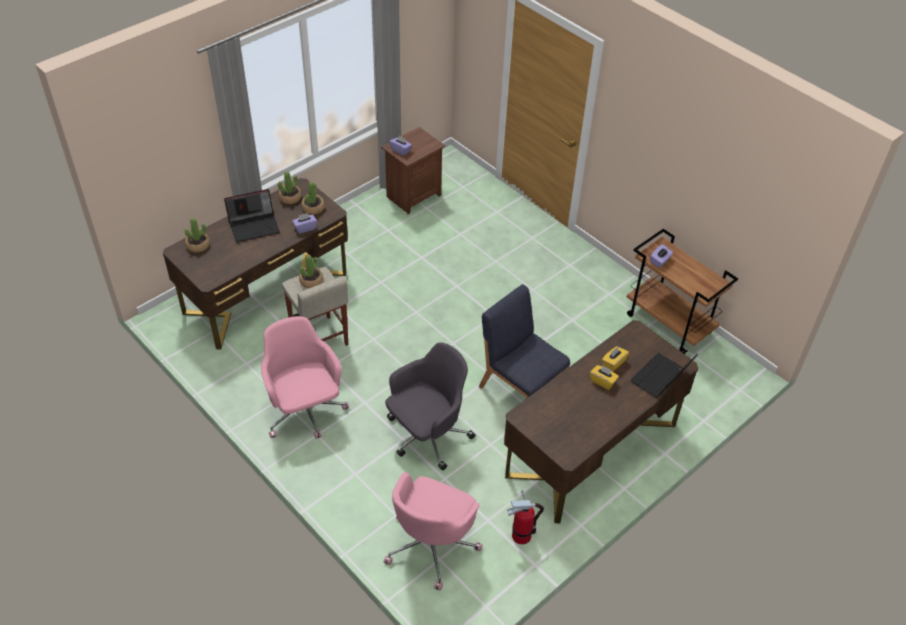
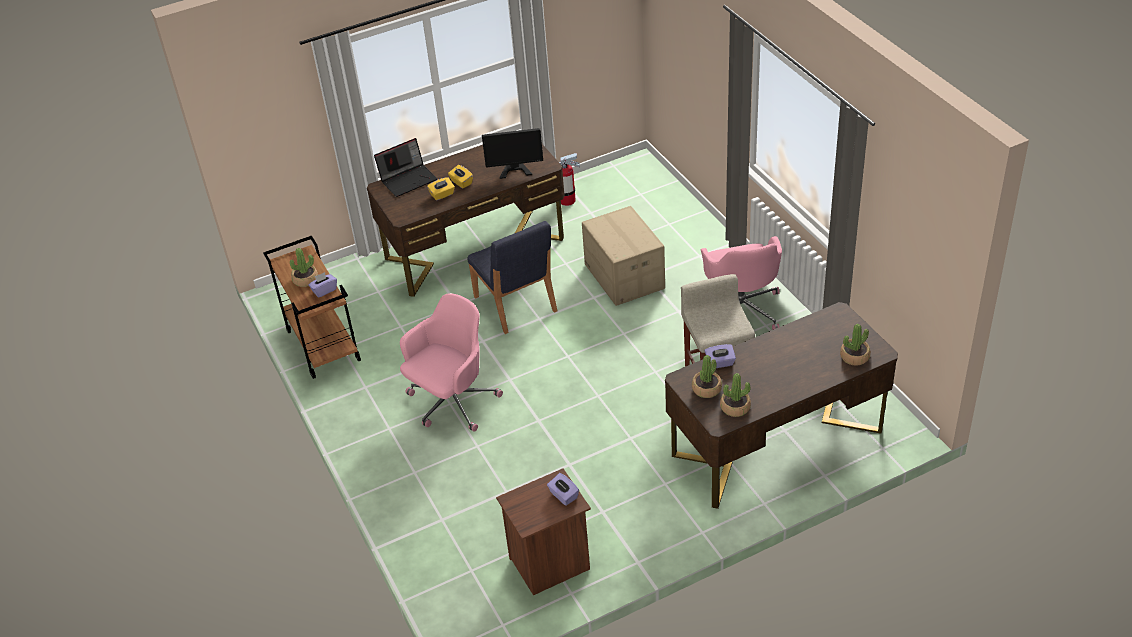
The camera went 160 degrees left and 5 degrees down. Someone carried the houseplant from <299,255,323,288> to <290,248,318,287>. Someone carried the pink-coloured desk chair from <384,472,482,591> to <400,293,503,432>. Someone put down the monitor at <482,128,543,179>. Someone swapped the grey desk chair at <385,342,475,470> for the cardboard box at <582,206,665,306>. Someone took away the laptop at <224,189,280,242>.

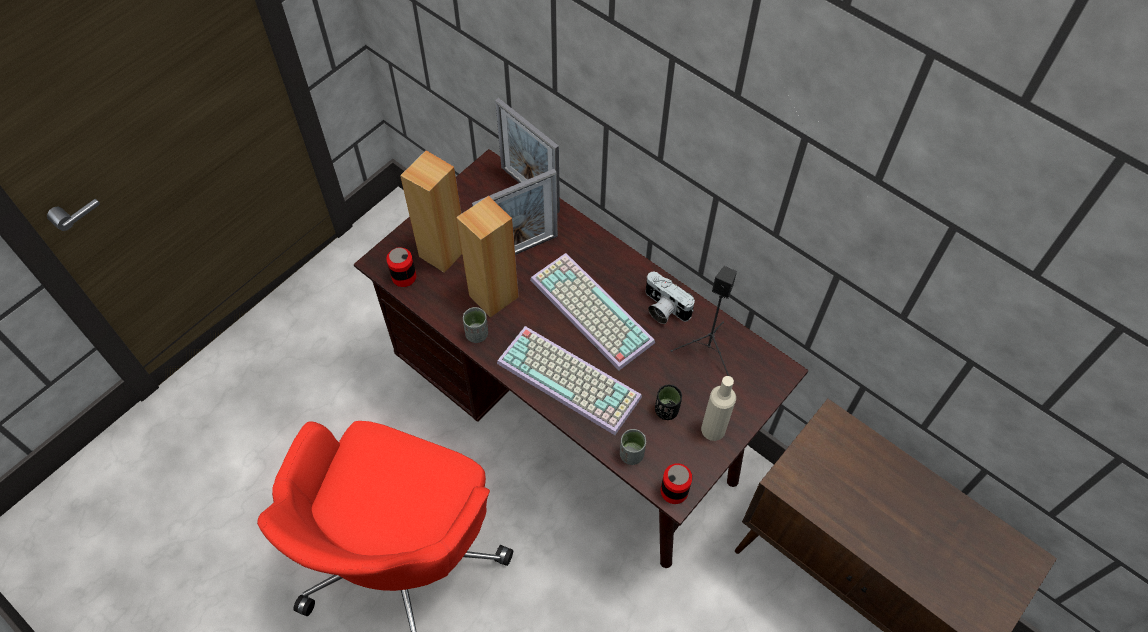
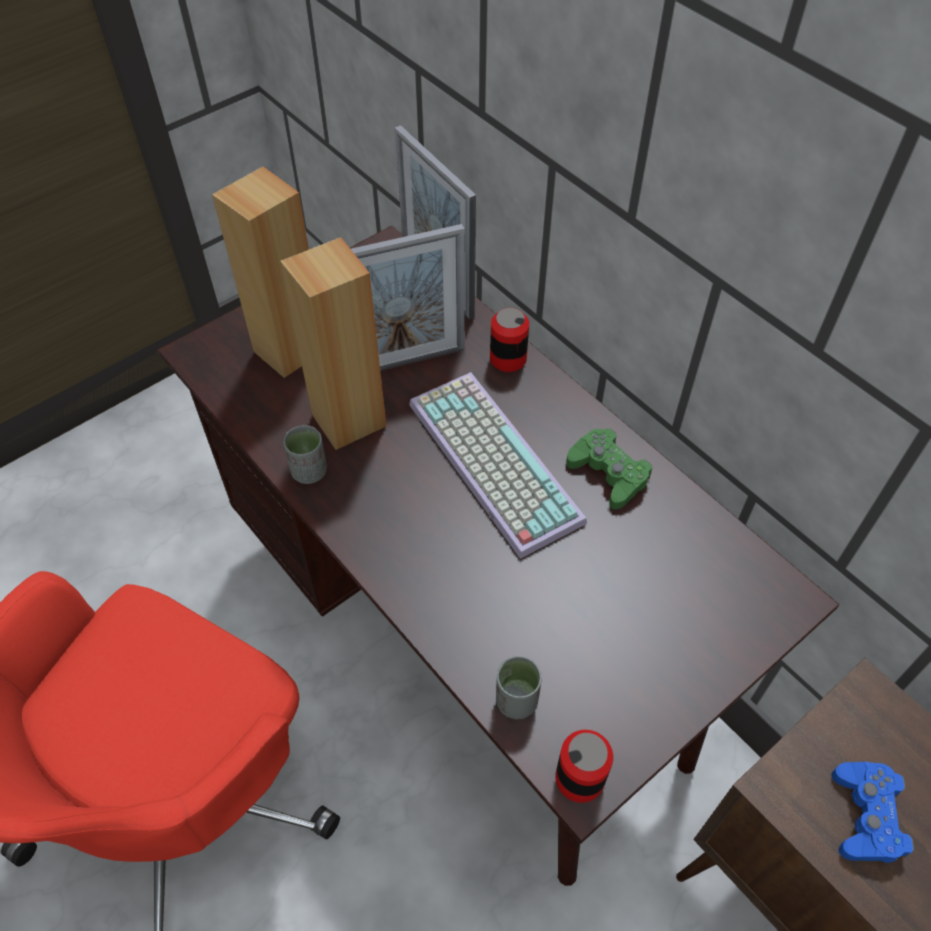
The camera went 10 degrees right and 5 degrees down. Someone carried the sealed can from <386,248,416,287> to <490,308,529,372>. Someone swapped the still camera at <646,272,695,324> for the green-coloured joypad at <566,428,652,509>. Someone put down the blue-coloured joypad at <831,762,914,863>. Someone took away the PC keyboard at <497,326,642,435>. Someone took away the black cup at <655,384,682,420>. Someone took away the black speaker at <671,266,737,376>. Someone took away the sand-coloured beverage bottle at <701,376,736,441>.

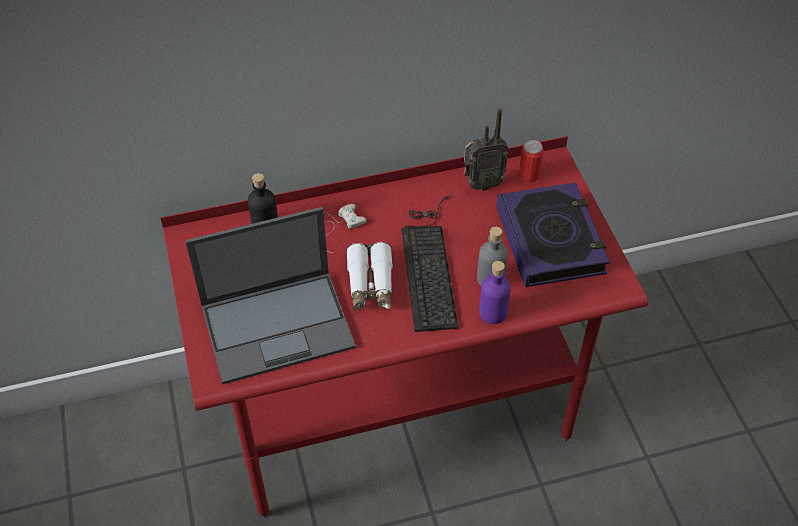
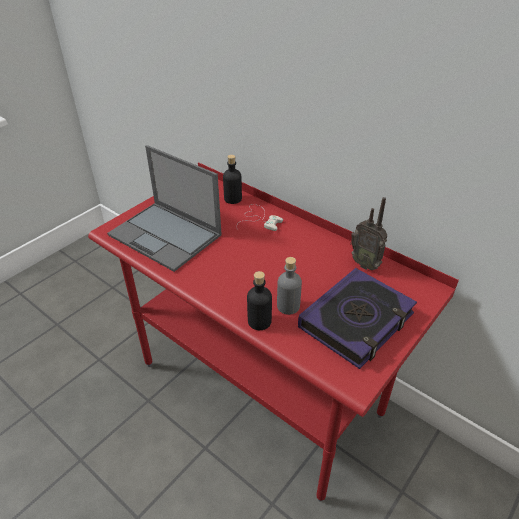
The camera went 55 degrees right and 10 degrees down. Someone repainted the purplish beverage bottle at <479,261,511,324>, which became the black beverage bottle at <247,271,272,330>. Someone took away the white-coloured field glasses at <346,242,393,311>. Someone took away the PC keyboard at <402,195,458,332>. Someone took away the sealed can at <519,140,544,183>.

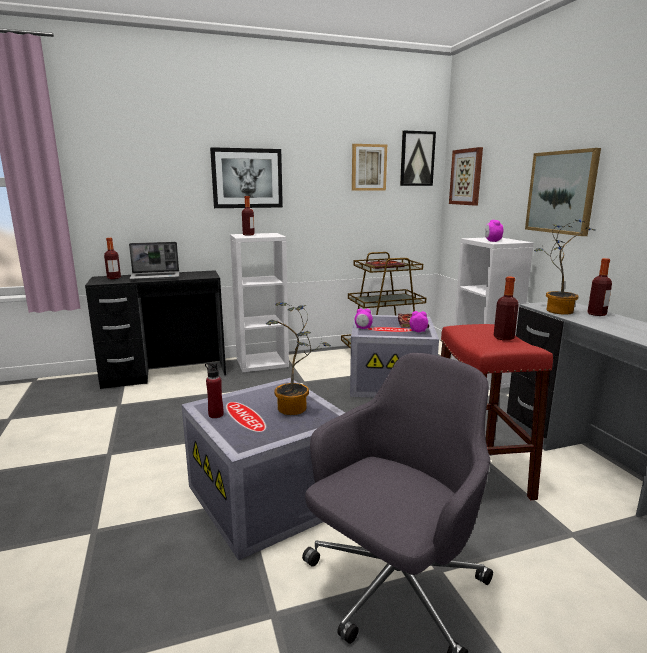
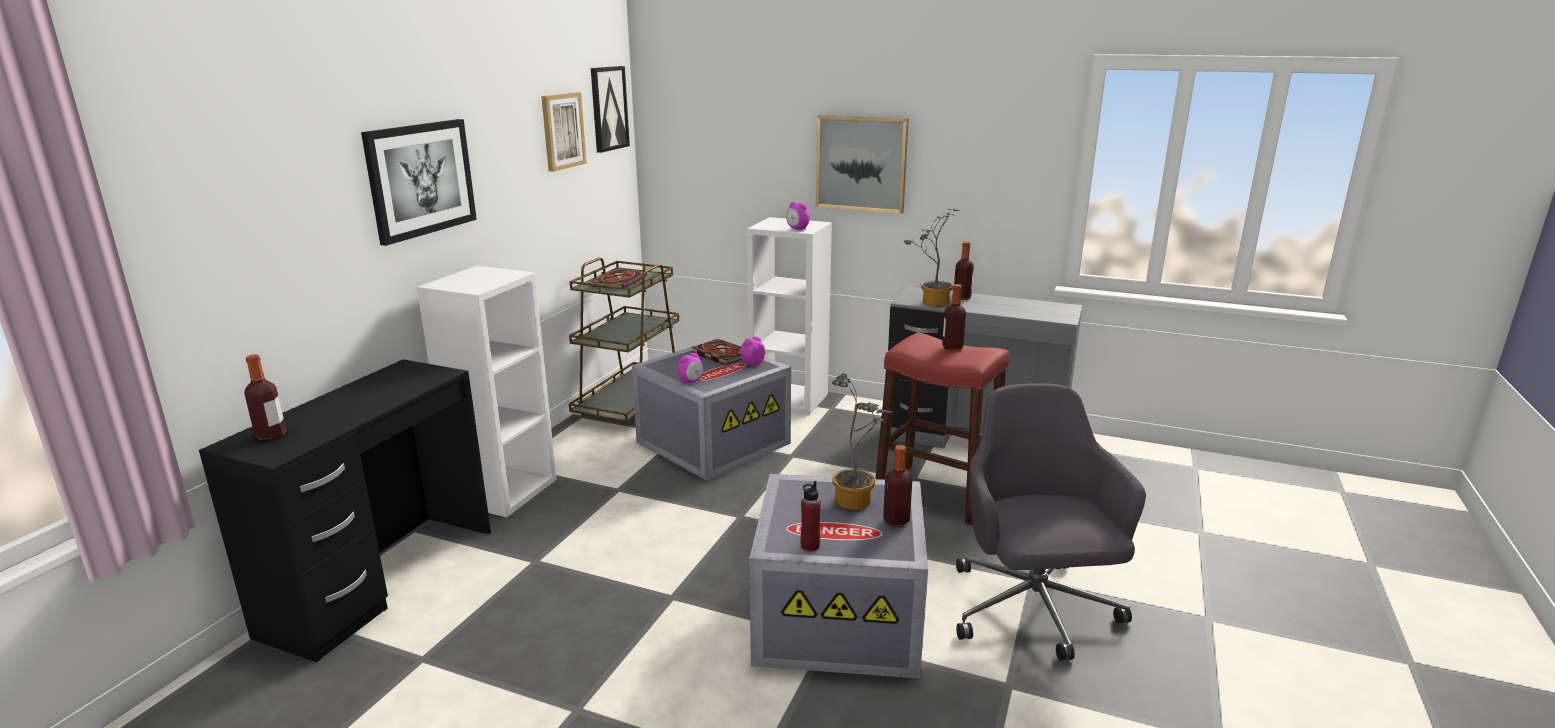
The camera went 50 degrees left and 5 degrees up. Someone carried the beverage bottle from <242,196,255,235> to <883,445,912,527>. Someone took away the laptop at <129,242,179,280>. Someone took away the picture at <449,147,483,205>.

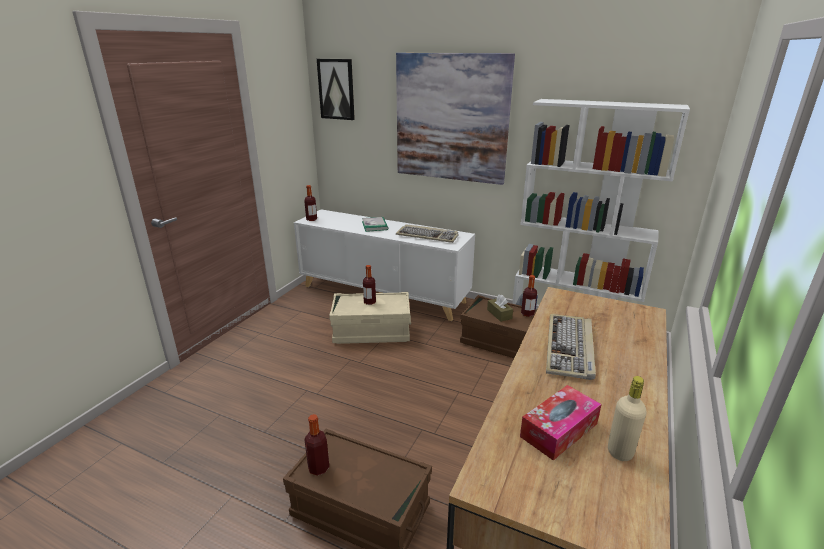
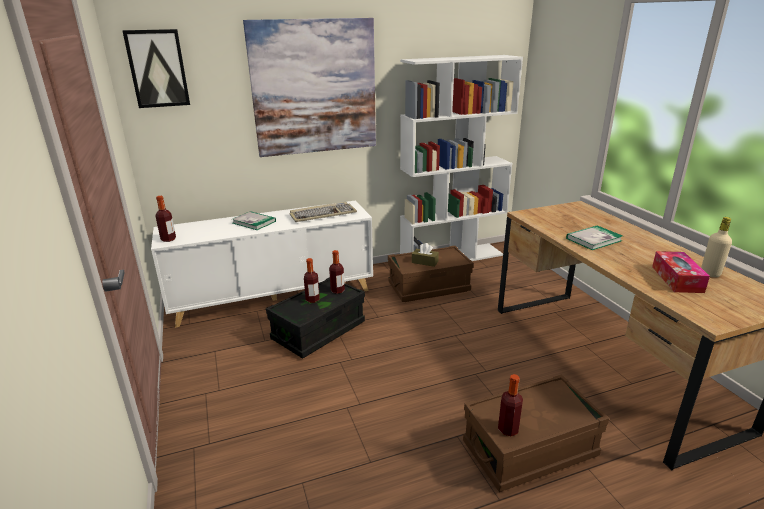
The camera went 45 degrees left and 0 degrees up. Someone repainted the sand-coloured storage bin at <329,292,411,344>, which became the black storage bin at <266,277,365,359>. Someone carried the beverage bottle from <521,275,537,317> to <329,250,345,294>. Someone swapped the PC keyboard at <546,314,596,380> for the bound book at <566,226,623,250>.

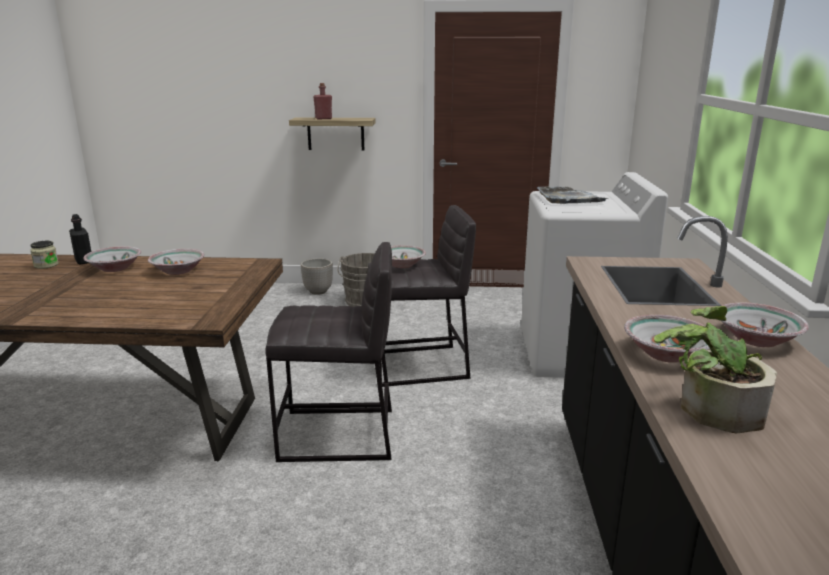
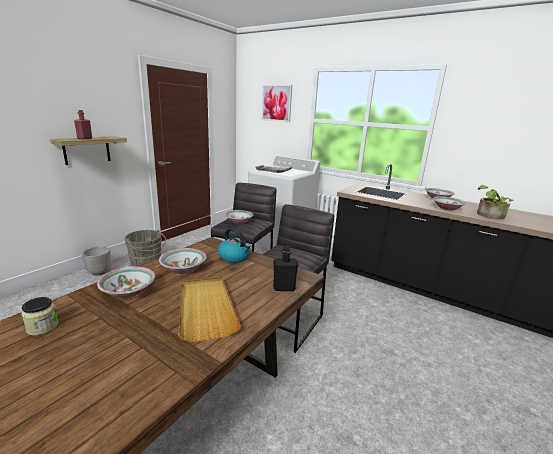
The camera went 60 degrees left and 0 degrees up. Someone put down the sand-coloured serving tray at <179,277,241,342>. Someone put down the tea kettle at <218,228,251,263>. Someone put up the picture at <262,85,292,122>. Someone carried the black beverage bottle from <69,214,91,265> to <273,246,298,291>.

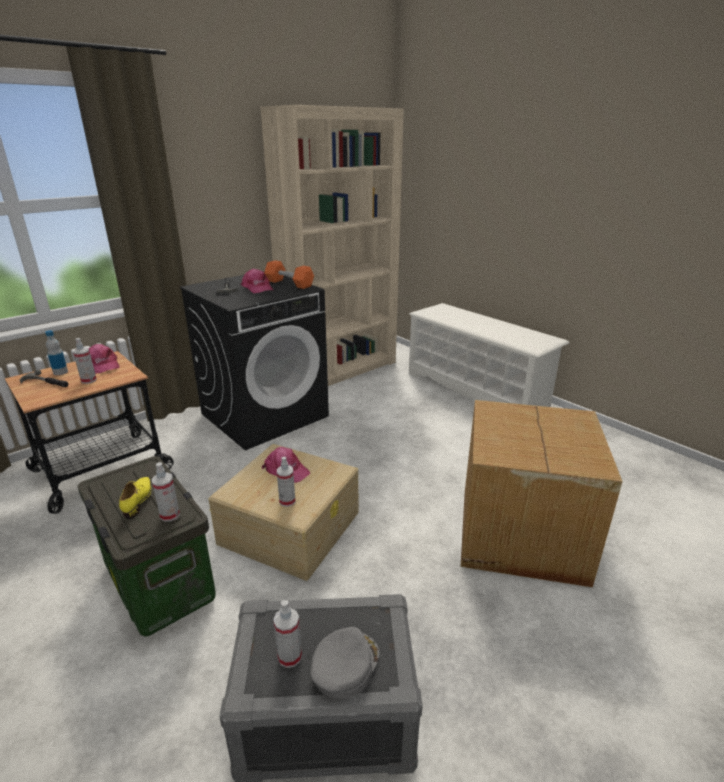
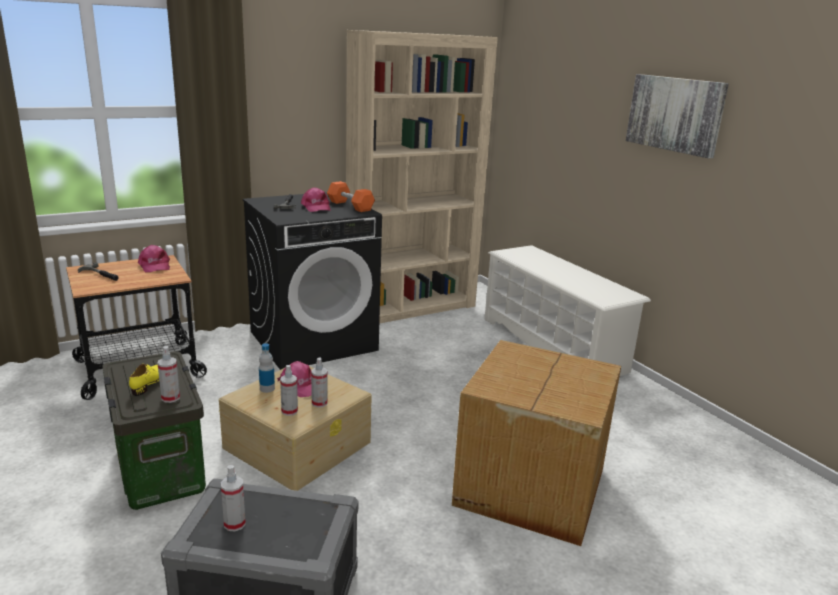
The camera went 10 degrees right and 5 degrees down. Someone carried the beverage bottle from <45,330,68,375> to <259,343,275,393>. Someone carried the spray bottle from <73,338,97,384> to <311,358,328,408>. Someone put up the picture at <626,74,729,158>. Someone took away the grey baseball cap at <310,627,380,699>.

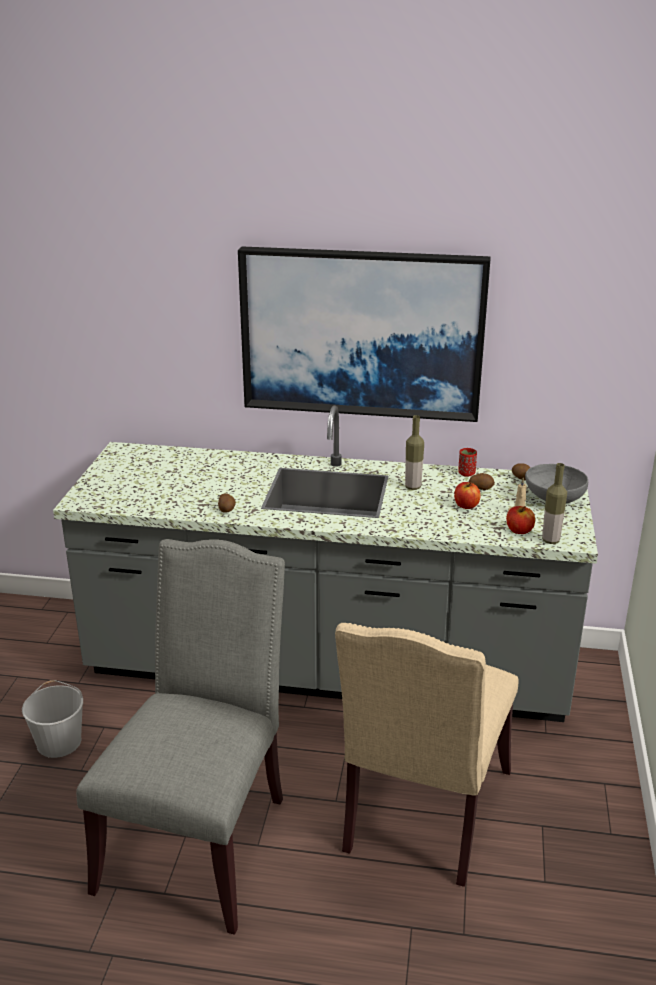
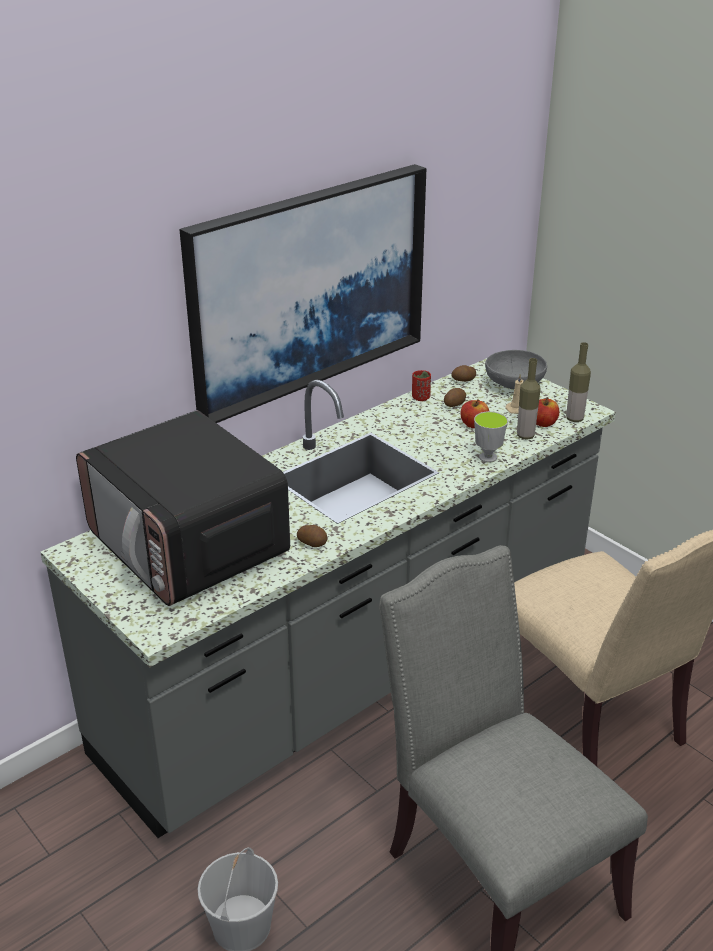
The camera went 50 degrees left and 5 degrees up. Someone put down the microwave oven at <76,410,290,606>. Someone put down the cup at <474,411,508,463>. Someone carried the beverage bottle from <405,415,424,490> to <517,358,541,440>.

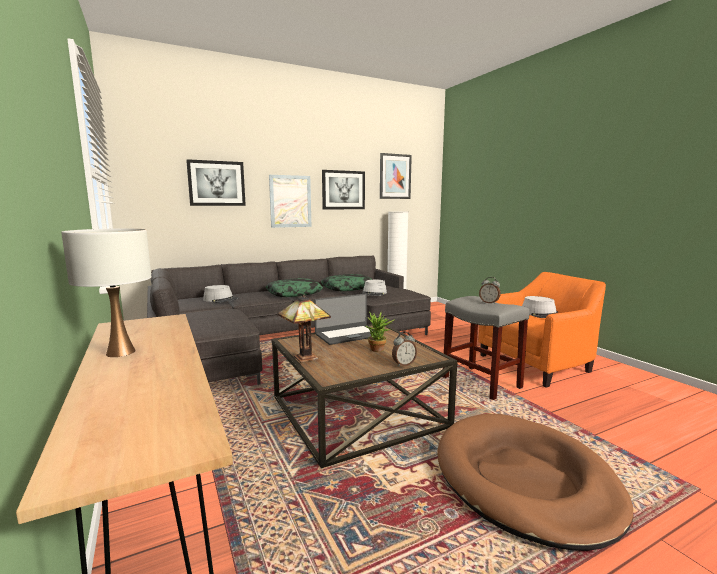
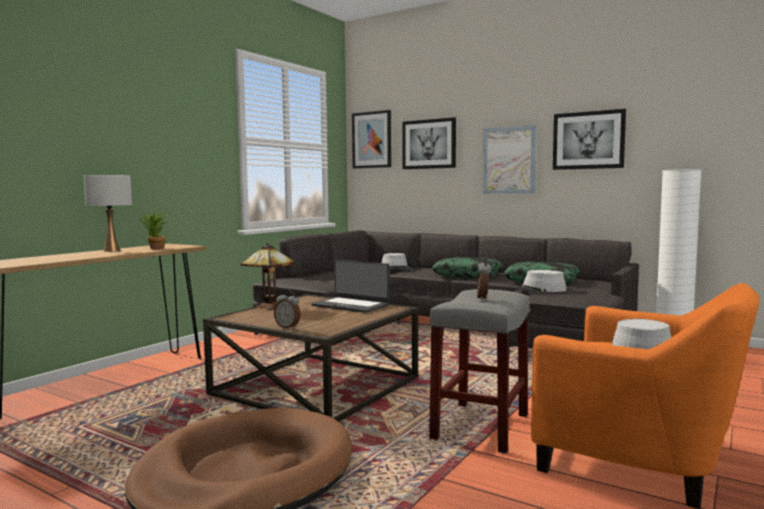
The camera went 60 degrees right and 5 degrees down. Someone carried the houseplant from <366,312,394,352> to <139,211,169,249>. Someone carried the picture from <380,153,412,199> to <352,110,391,168>.

